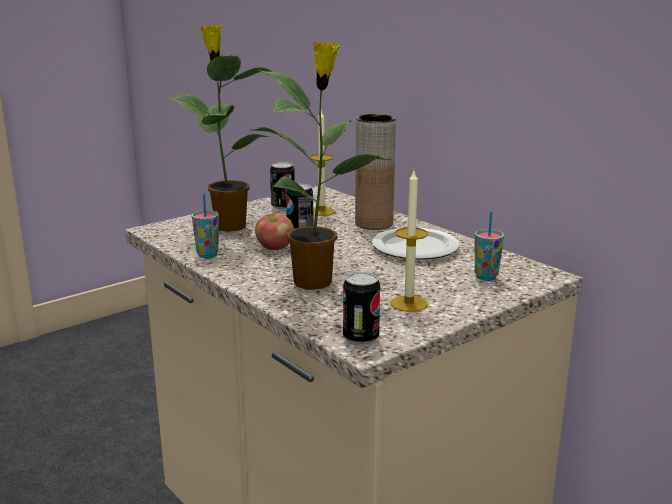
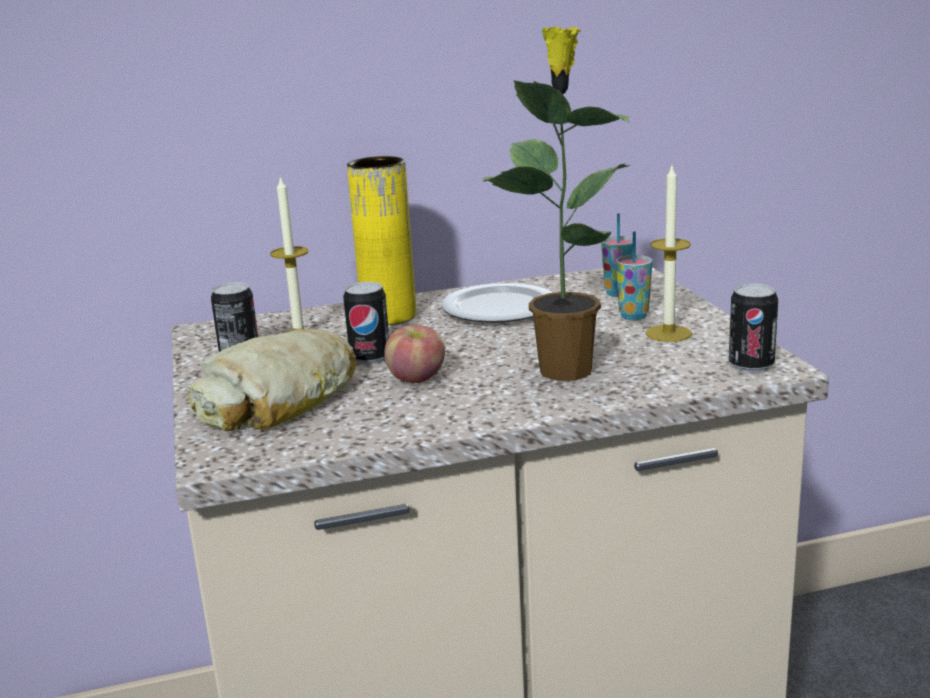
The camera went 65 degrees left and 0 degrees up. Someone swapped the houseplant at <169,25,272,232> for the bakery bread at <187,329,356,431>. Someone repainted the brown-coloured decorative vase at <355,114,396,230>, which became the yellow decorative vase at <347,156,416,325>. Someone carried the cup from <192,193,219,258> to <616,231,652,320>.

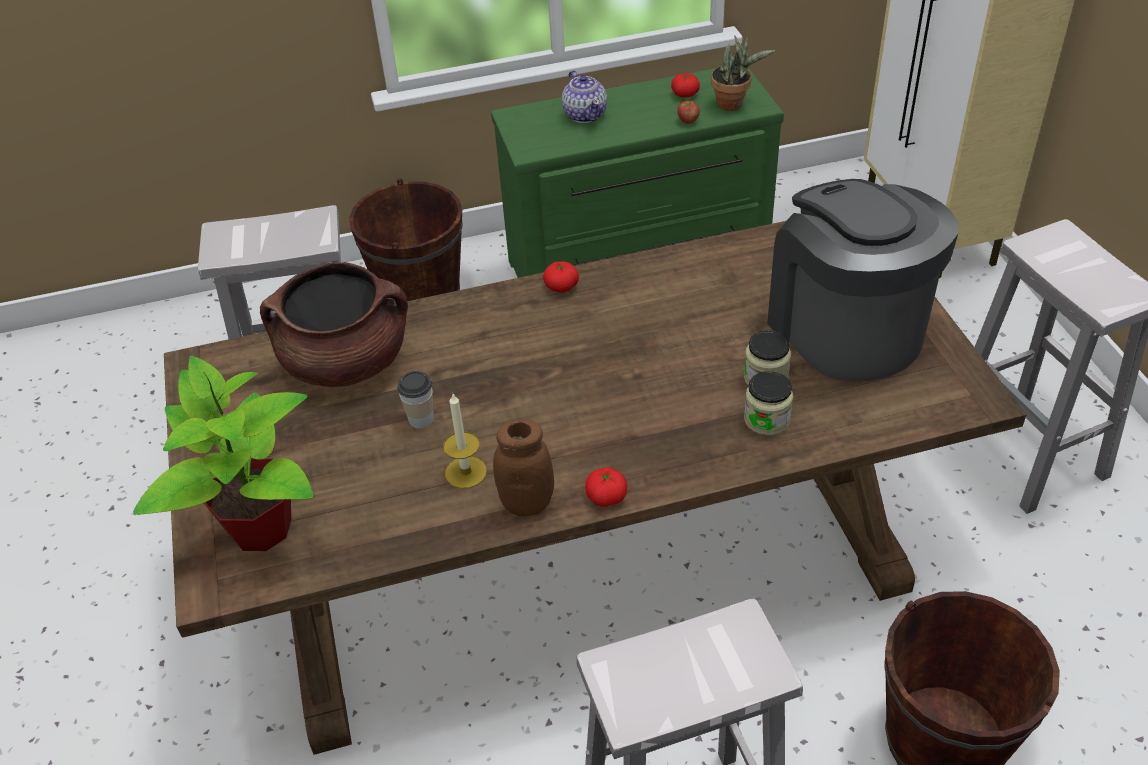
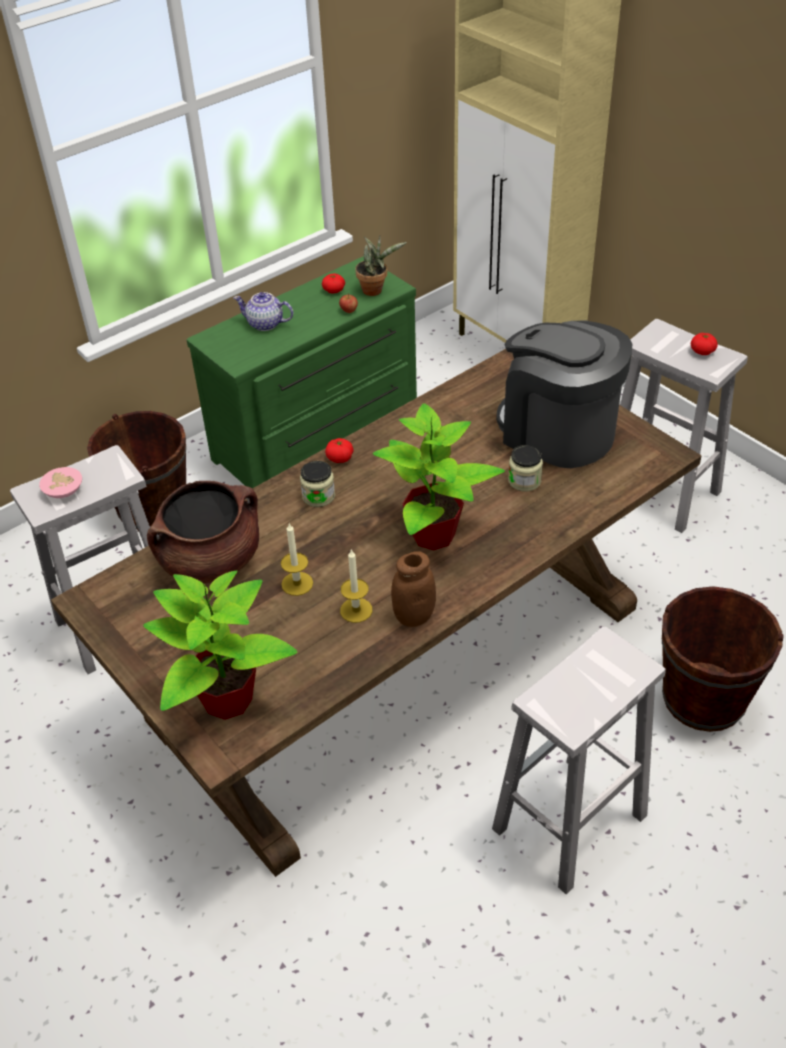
The camera went 25 degrees left and 0 degrees up. Someone put down the pink-coloured bowl at <39,467,82,498>. Someone rotated the pot for tea at <562,70,607,123> by 150 degrees clockwise. Someone swapped the cup at <397,371,434,428> for the wax candle at <281,523,313,596>. Someone carried the storage jar from <744,371,793,436> to <300,461,335,507>. Someone put down the houseplant at <373,403,505,550>. Someone carried the fresh tomato from <585,467,627,507> to <691,333,718,355>.

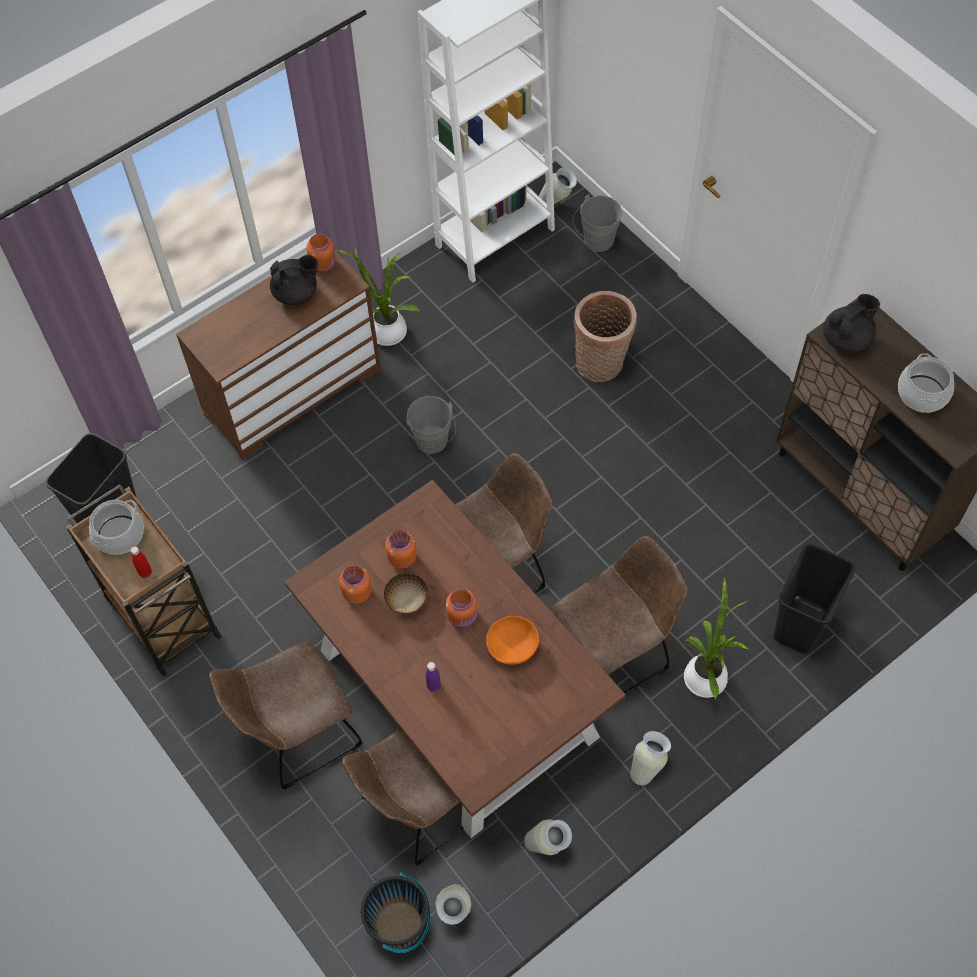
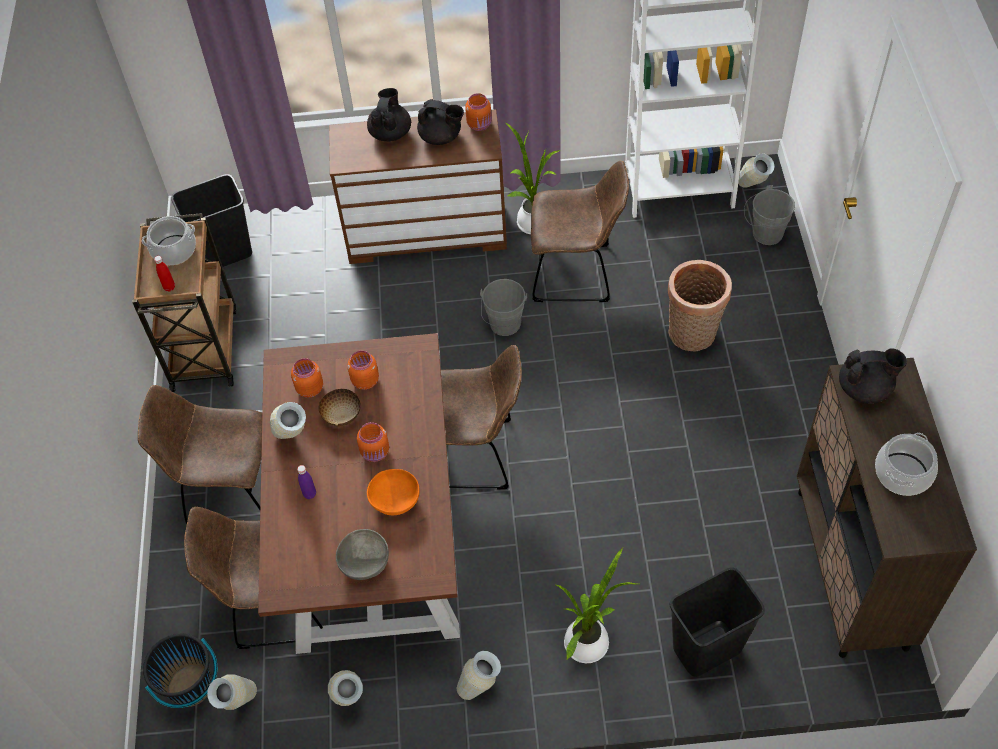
The camera went 35 degrees right and 5 degrees down. Someone put down the decorative vase at <270,402,306,439>. Someone put down the grey bowl at <336,529,389,580>. Someone put down the black pot for tea at <367,88,411,142>. Someone carried the brown-coloured chair from <553,536,688,694> to <531,161,629,302>.

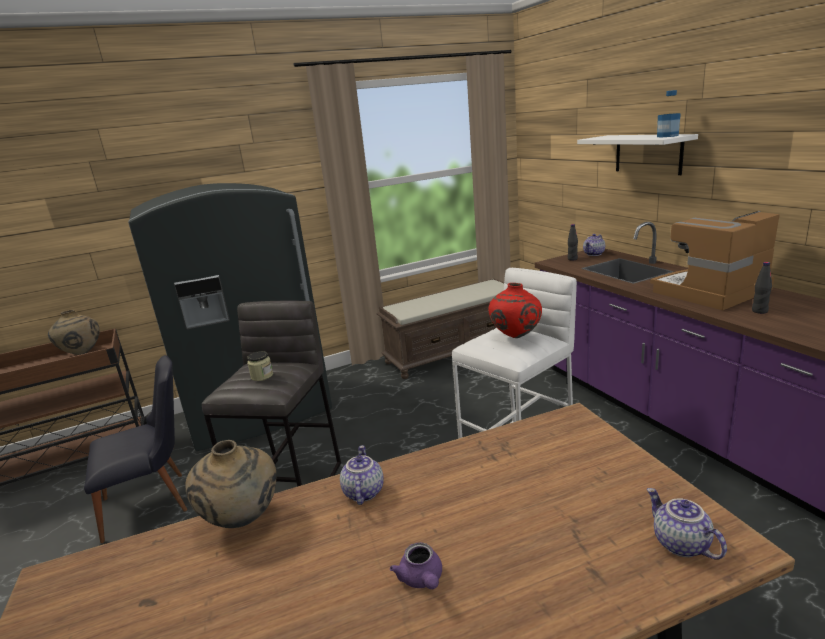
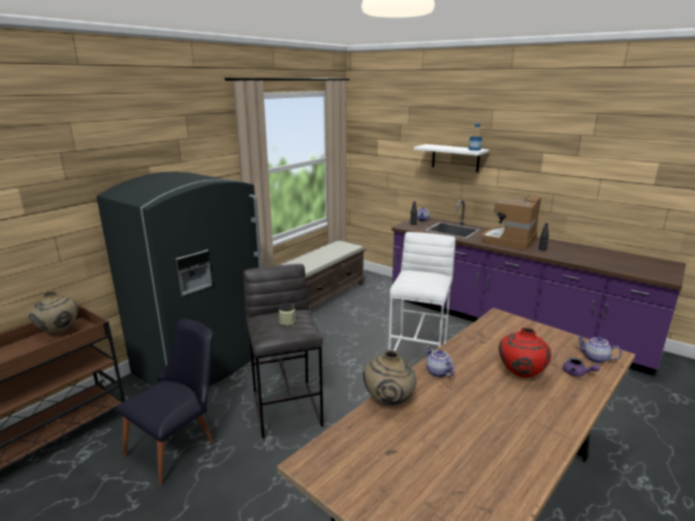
The camera went 30 degrees left and 0 degrees up. Someone carried the red-coloured decorative vase from <488,283,542,338> to <499,328,551,377>. Someone carried the purplish pot for tea from <390,542,442,589> to <563,357,600,377>.

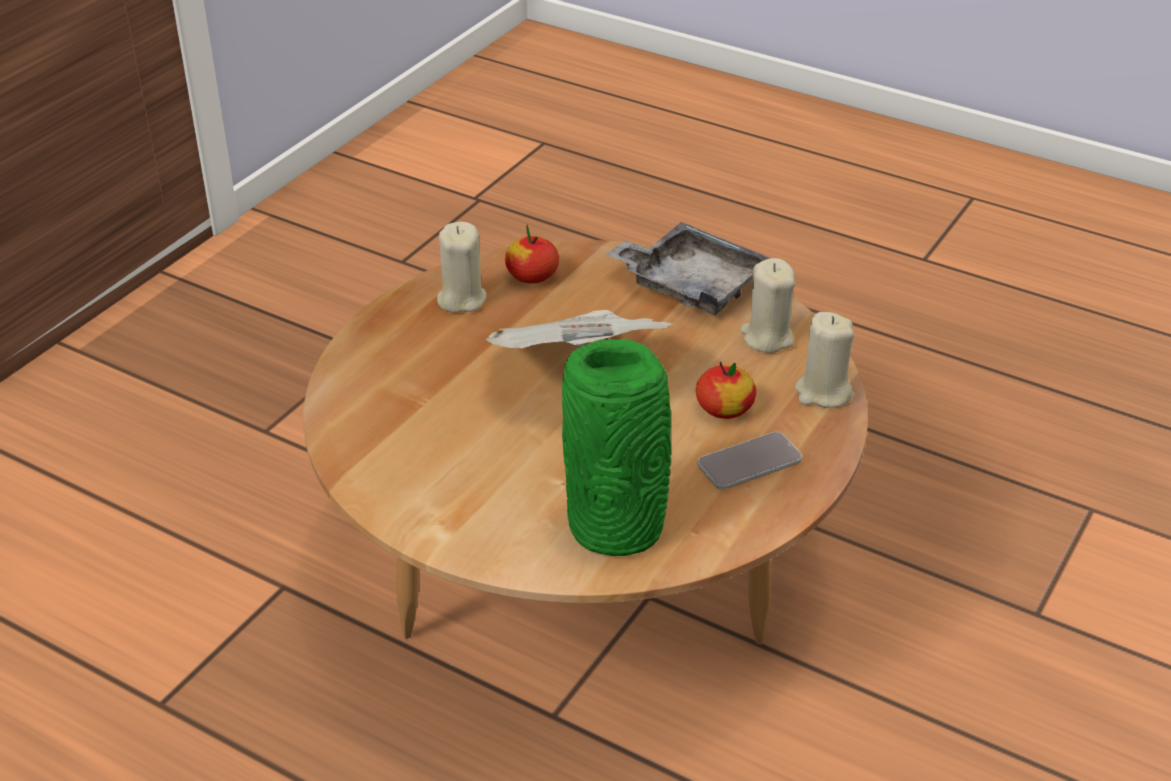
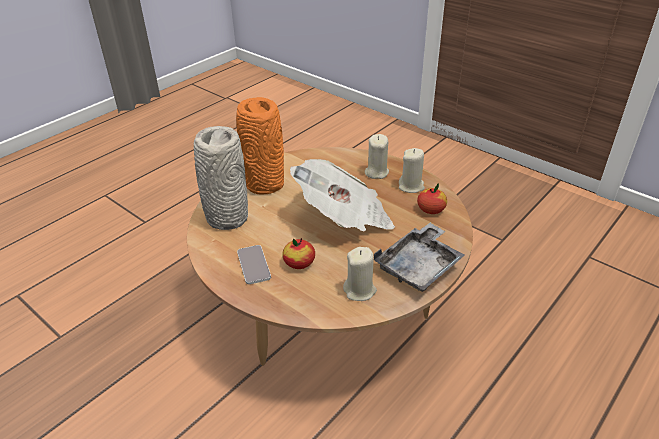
The camera went 100 degrees right and 0 degrees up. Someone repainted the green-coloured decorative vase at <562,339,671,556>, which became the grey decorative vase at <194,126,248,230>. Someone put down the orange-coloured decorative vase at <236,97,284,195>. Someone carried the sand-coloured wax candle from <795,312,854,408> to <365,134,389,179>.

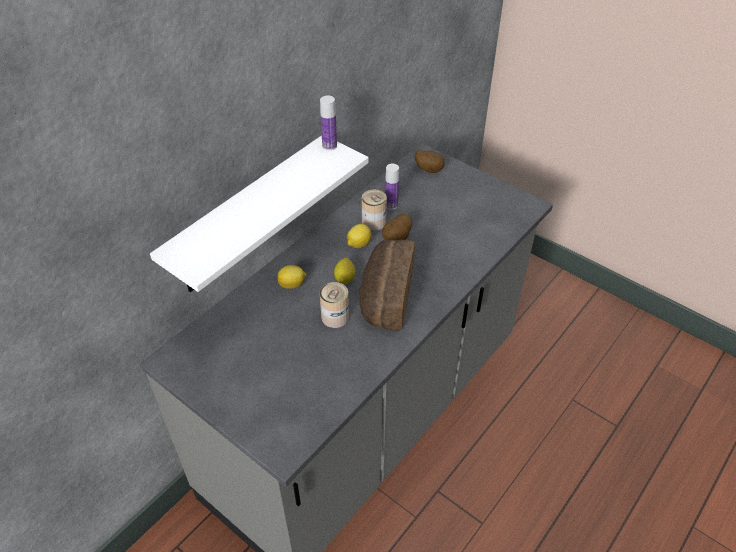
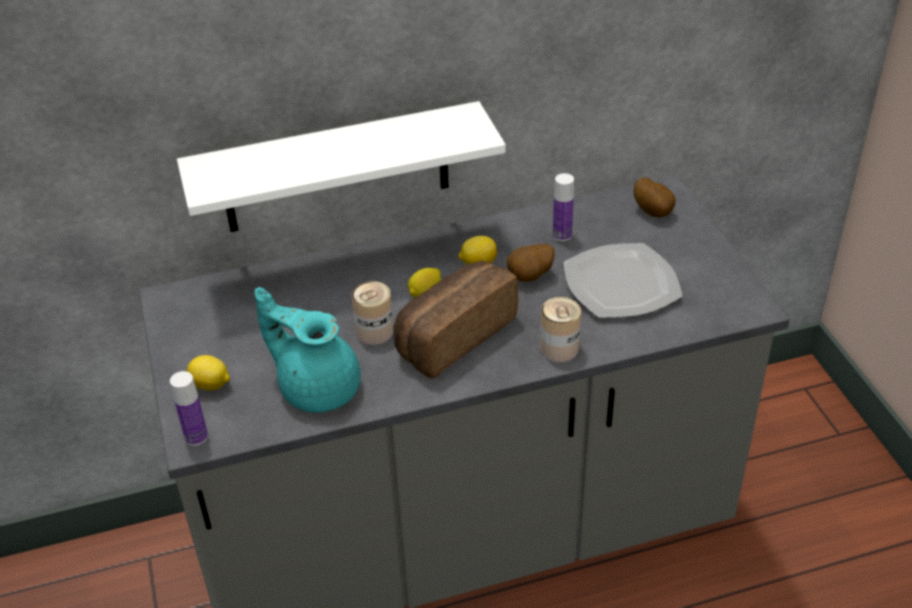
The camera went 35 degrees right and 5 degrees down. Someone carried the beverage bottle from <320,95,337,150> to <170,371,208,446>. Someone carried the citrus fruit from <278,265,306,289> to <187,355,230,391>. Someone put down the blue-green pot for tea at <254,287,361,413>. Someone carried the sealed can from <362,190,387,231> to <540,297,581,362>. Someone put down the plate at <564,243,683,318>.

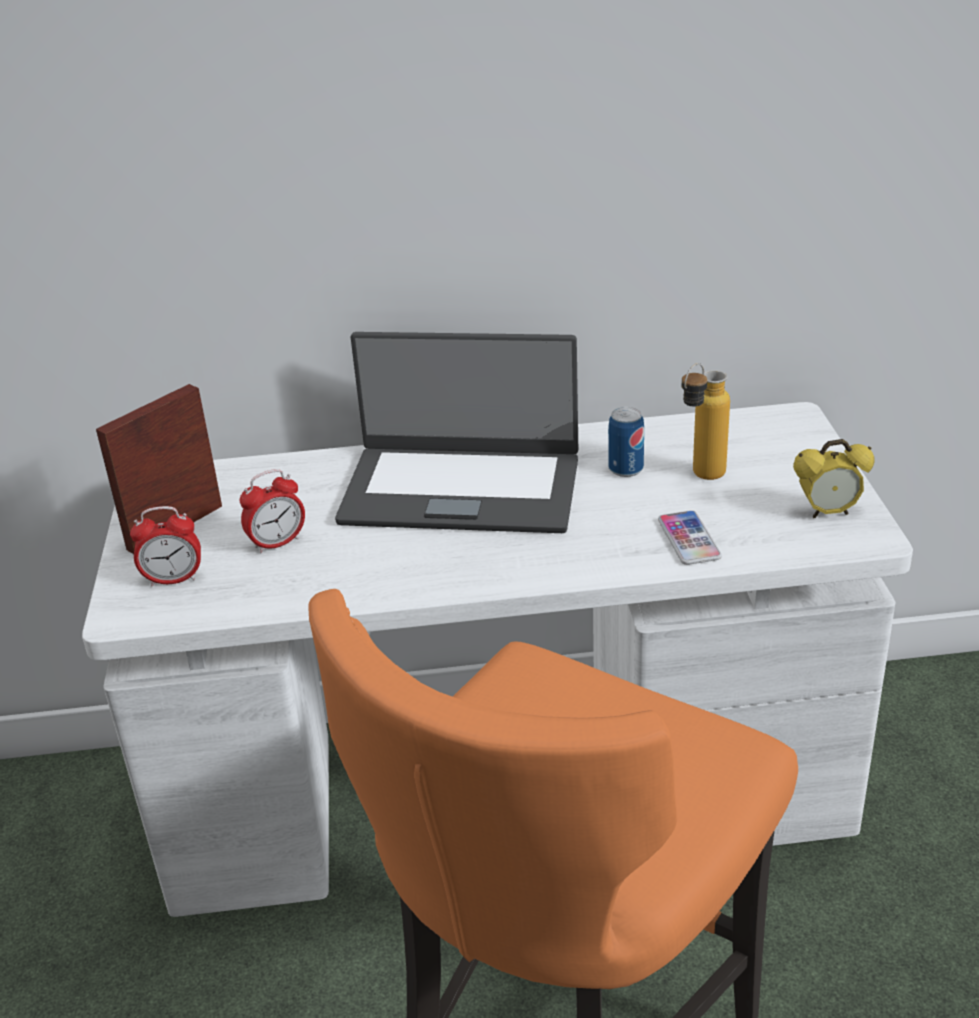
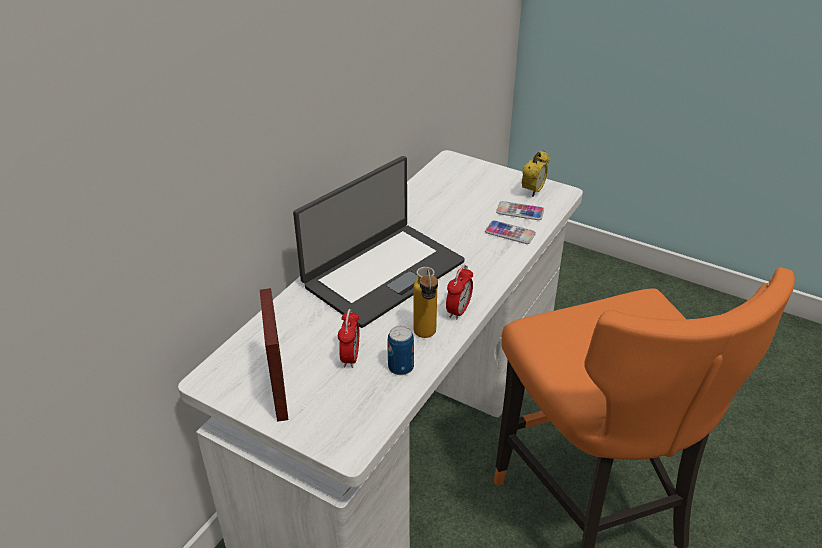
The camera went 55 degrees left and 5 degrees up. Someone carried the sealed can from <608,407,644,477> to <387,326,414,375>. Someone carried the beverage bottle from <682,363,730,480> to <413,267,438,338>. Someone carried the bedside clock from <130,506,201,587> to <446,265,473,320>. Someone put down the phone at <496,201,544,220>.

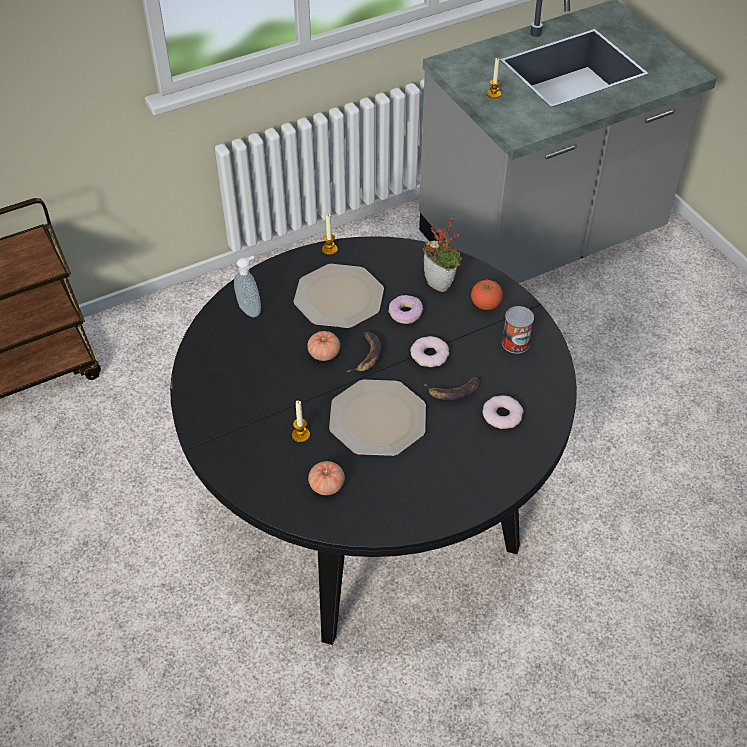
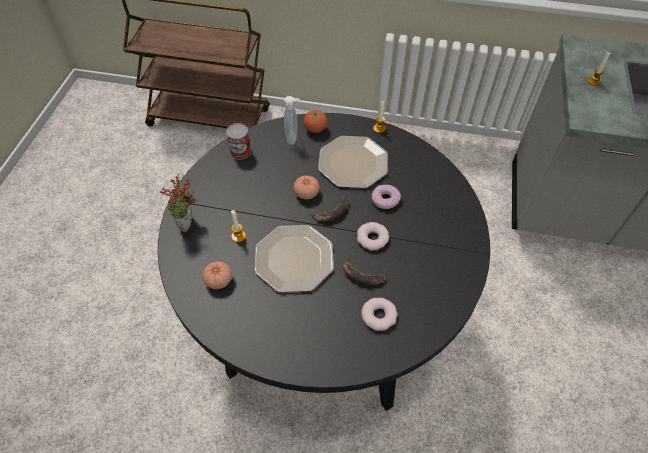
The camera went 40 degrees right and 5 degrees up. Someone carried the houseplant from <423,217,462,292> to <160,174,198,232>. Someone carried the sealed can from <502,306,534,354> to <226,123,251,160>. Someone carried the fresh tomato from <471,280,503,310> to <304,110,328,133>.

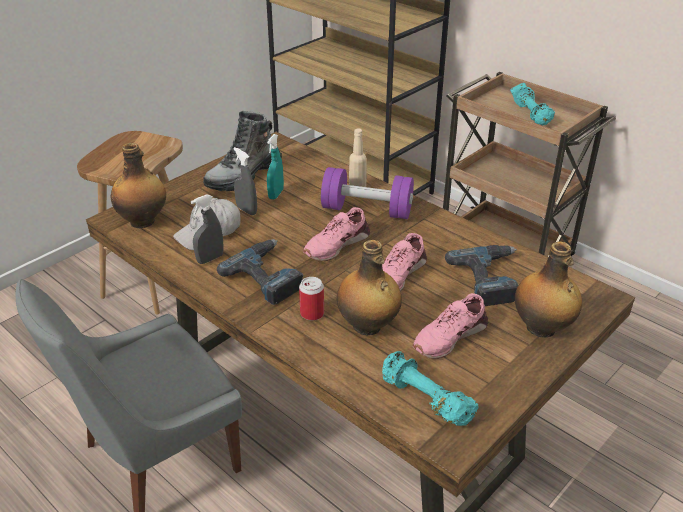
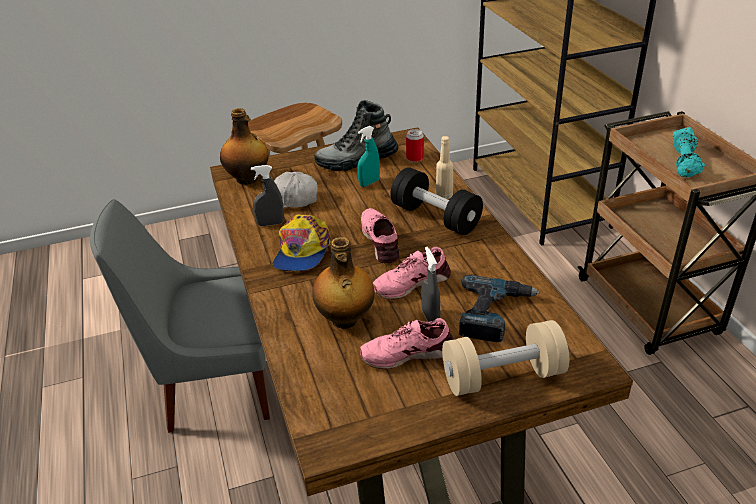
The camera went 30 degrees right and 0 degrees up. Someone swapped the electric drill at <217,239,304,305> for the baseball cap at <272,214,331,271>. Someone rotated the pink-coloured shoe at <303,207,370,261> by 90 degrees clockwise. Someone repainted the purplish dumbbell at <321,167,414,219>, which became the black dumbbell at <391,167,483,235>. Someone carried the sealed can from <299,277,324,321> to <406,129,424,162>. Someone carried the grey spray bottle from <233,147,257,215> to <421,247,441,322>. Someone swapped the beverage bottle at <515,241,582,338> for the sand-coloured dumbbell at <442,320,569,396>. Someone took away the blue-green dumbbell at <382,351,479,426>.

